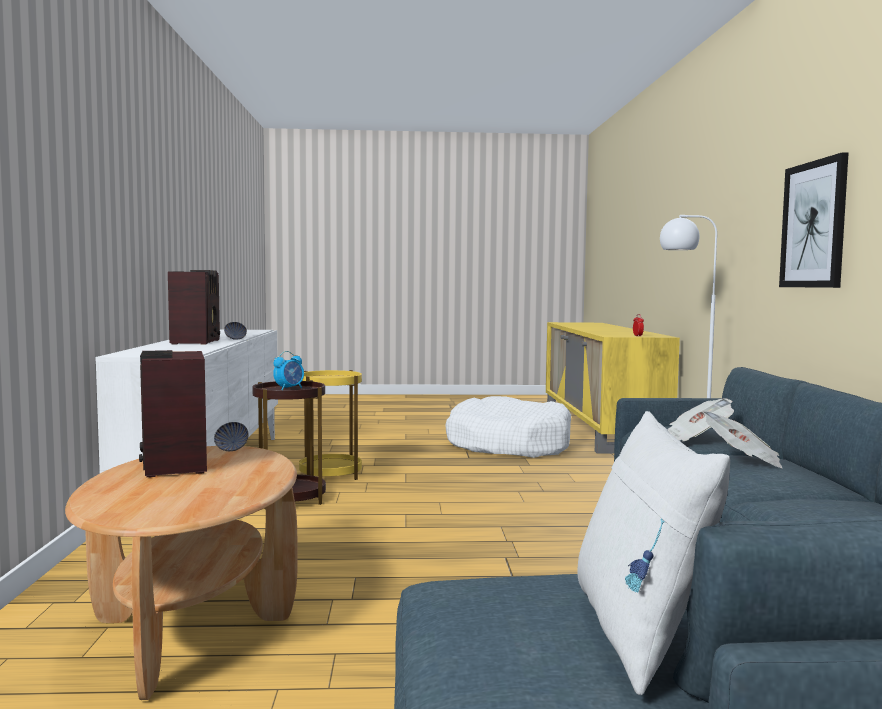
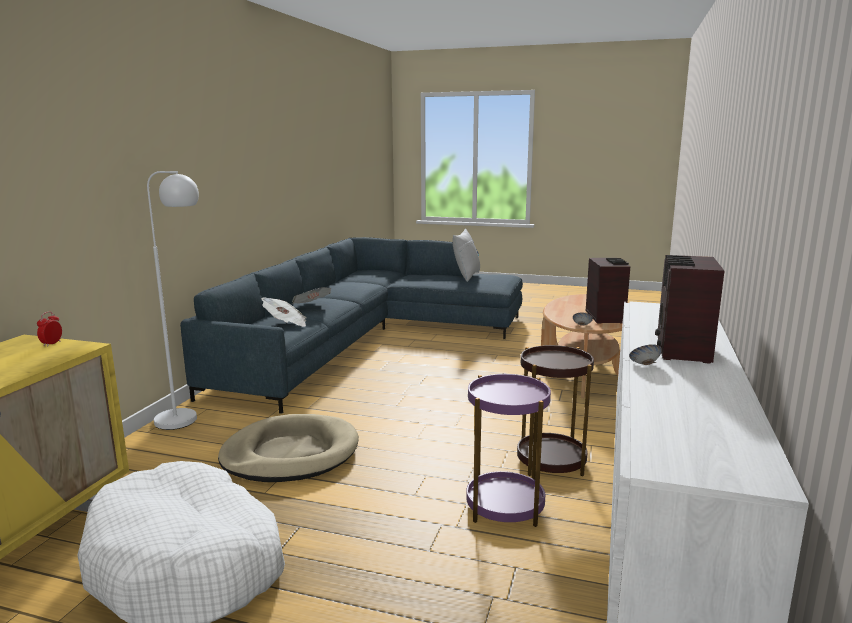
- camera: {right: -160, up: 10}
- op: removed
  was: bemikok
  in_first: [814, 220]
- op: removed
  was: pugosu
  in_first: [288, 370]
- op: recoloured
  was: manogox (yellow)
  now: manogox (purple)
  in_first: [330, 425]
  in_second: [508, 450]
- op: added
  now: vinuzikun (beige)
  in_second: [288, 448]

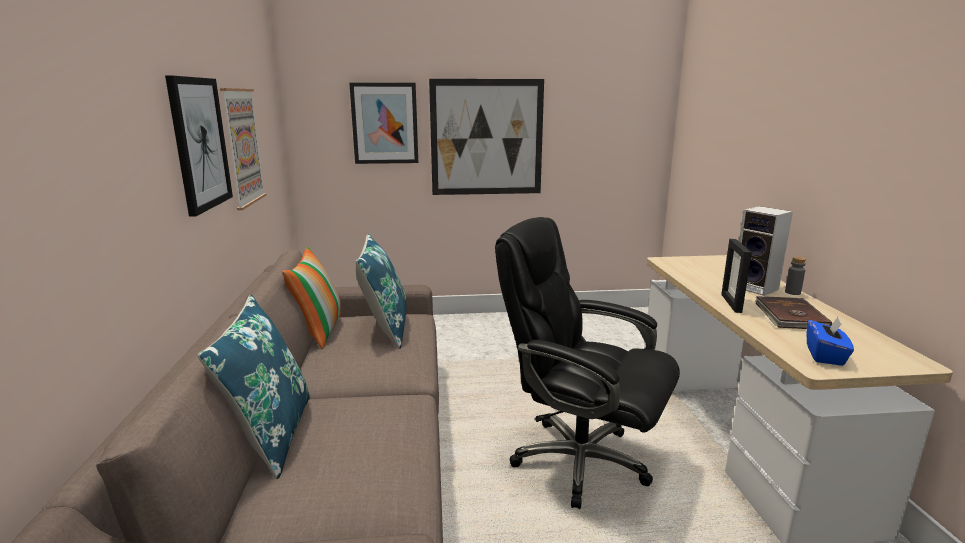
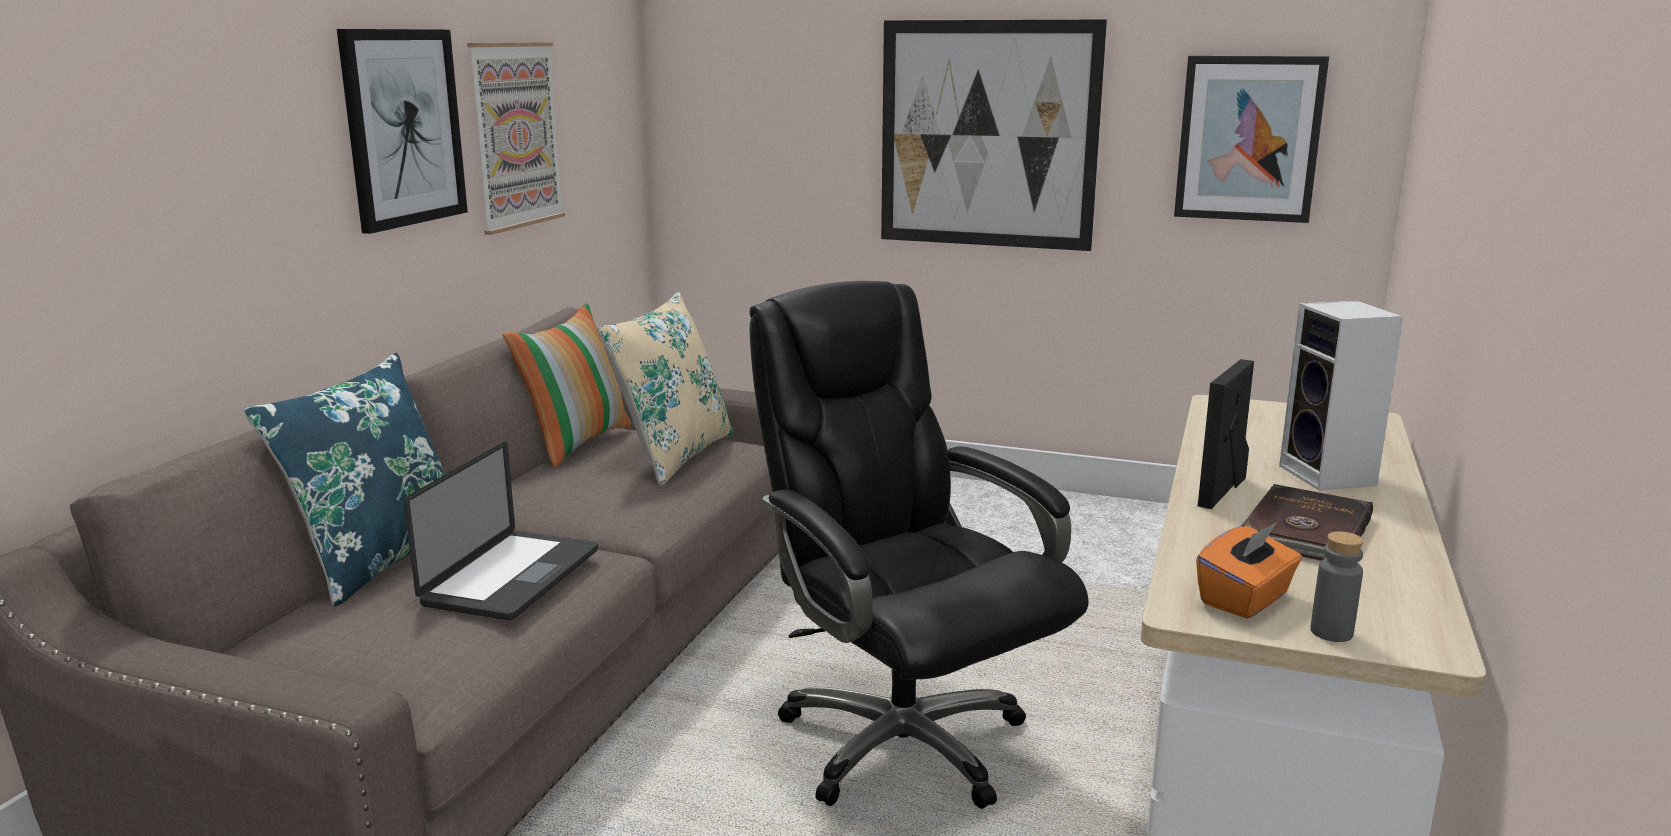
- camera: {right: 25, up: 0}
- op: moved
  was: bemikok
  in_first: [383, 123]
  in_second: [1251, 139]
- op: recoloured
  was: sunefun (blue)
  now: sunefun (beige)
  in_first: [381, 291]
  in_second: [665, 389]
- op: moved
  was: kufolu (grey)
  in_first: [795, 276]
  in_second: [1337, 586]
- op: recoloured
  was: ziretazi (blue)
  now: ziretazi (orange)
  in_first: [830, 341]
  in_second: [1249, 570]
- op: added
  now: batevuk
  in_second: [501, 531]

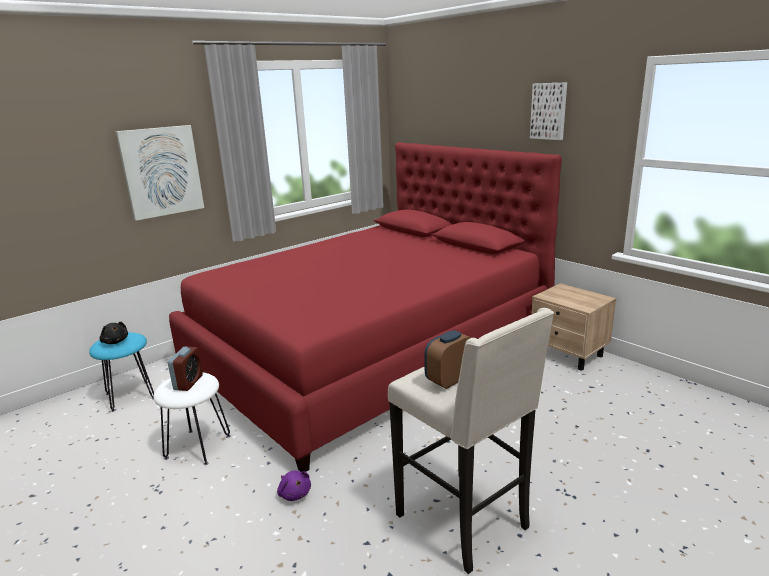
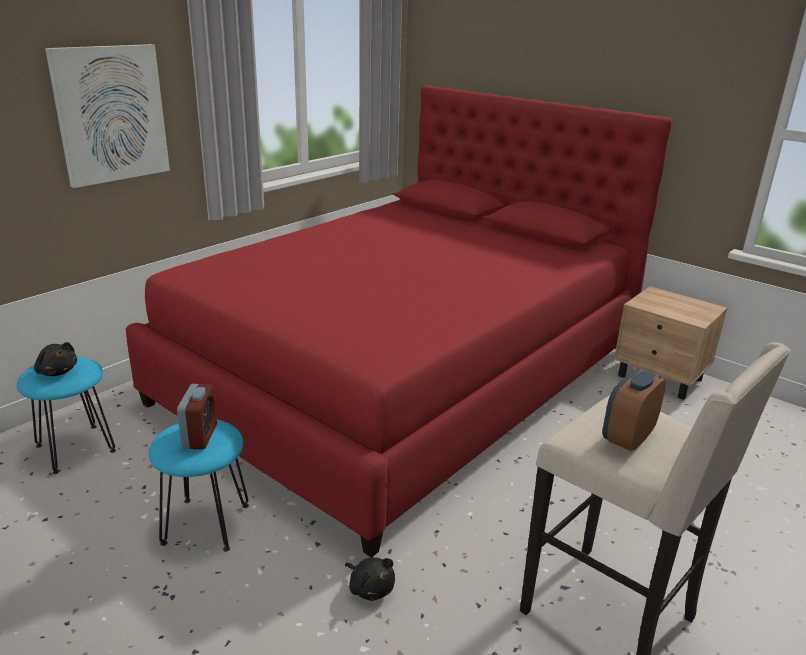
- camera: {right: -10, up: 5}
- op: removed
  was: bemikok
  in_first: [548, 111]
- op: recoloured
  was: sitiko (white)
  now: sitiko (turquoise)
  in_first: [192, 418]
  in_second: [199, 486]
- op: recoloured
  was: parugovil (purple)
  now: parugovil (black)
  in_first: [294, 486]
  in_second: [370, 579]

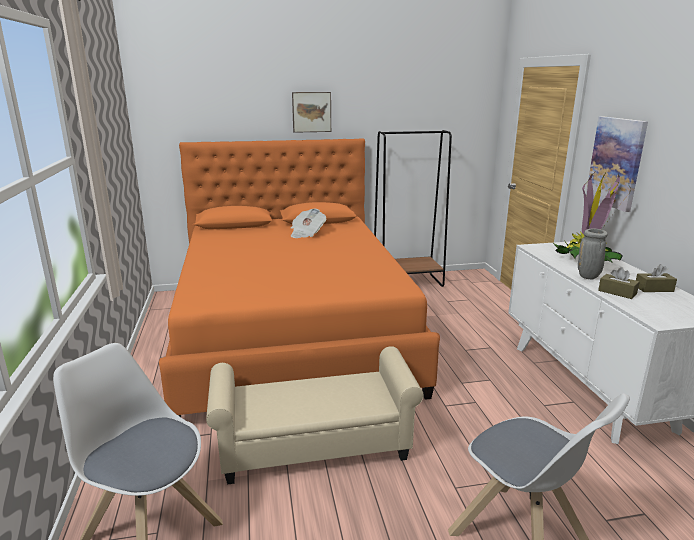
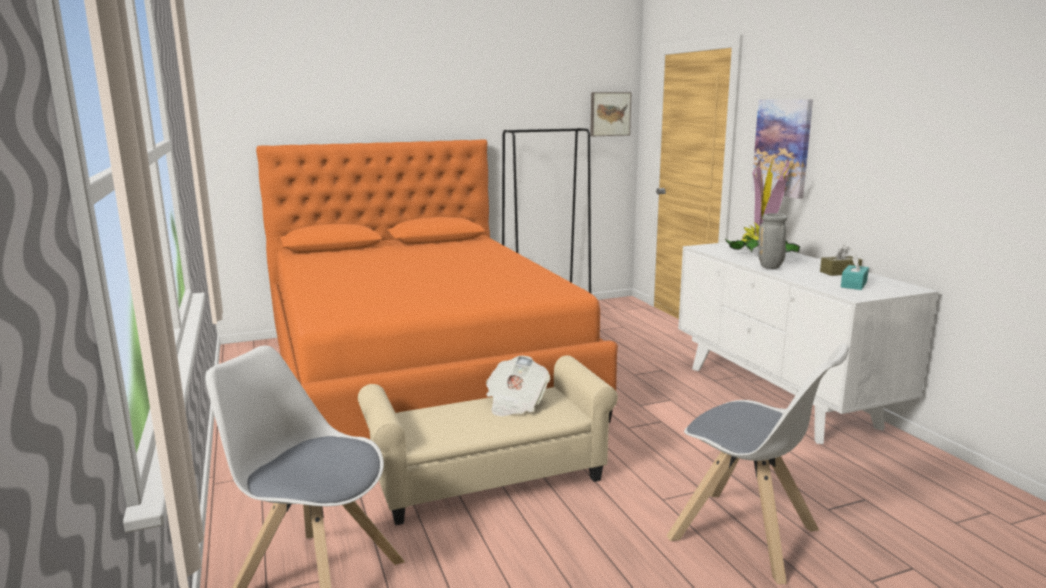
- camera: {right: -10, up: -5}
- op: moved
  was: bemikok
  in_first: [311, 112]
  in_second: [611, 114]
- op: moved
  was: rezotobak
  in_first: [308, 223]
  in_second: [518, 385]
- op: removed
  was: ziretazi (brown)
  in_first: [618, 283]
- op: added
  now: ziretazi (turquoise)
  in_second: [855, 272]

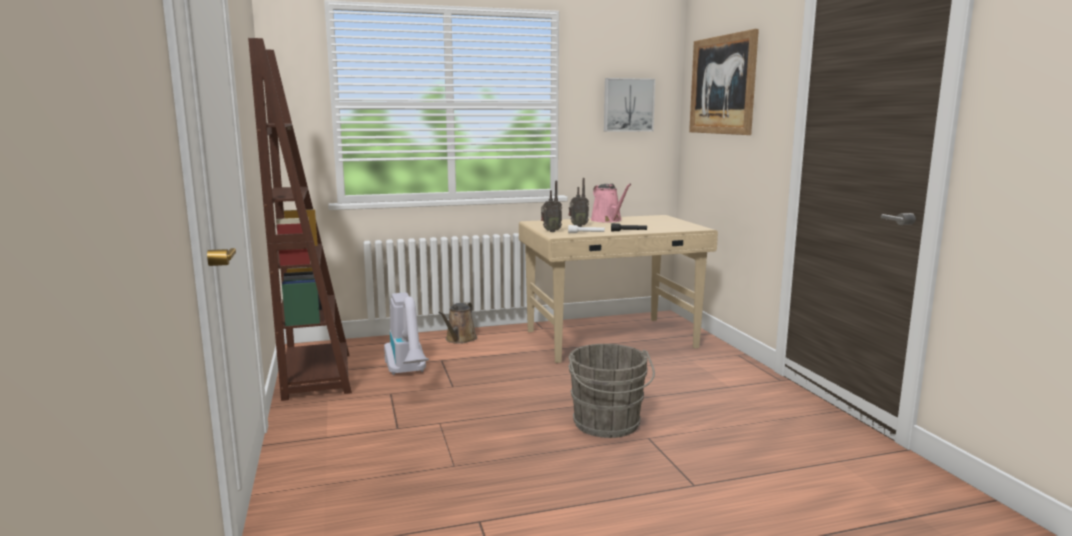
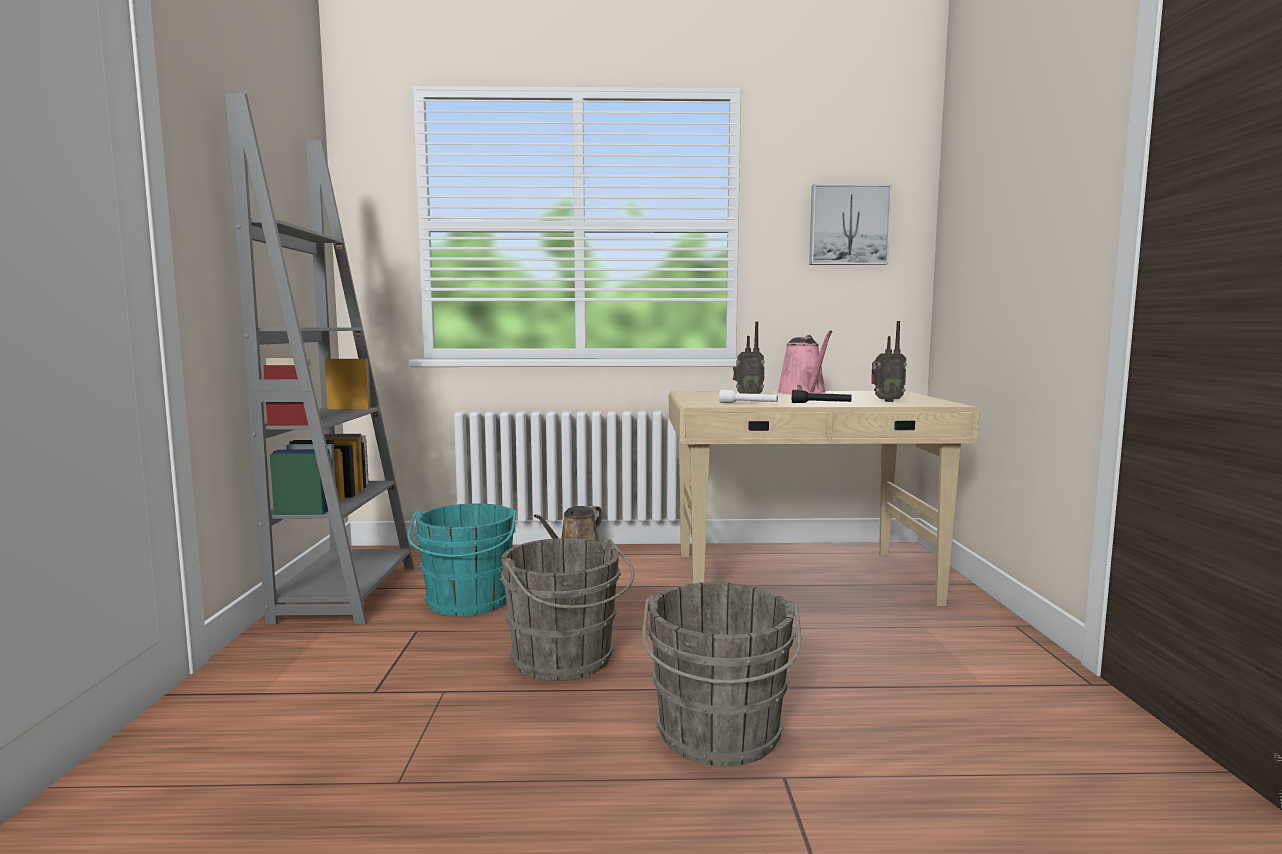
- camera: {right: 15, up: -5}
- op: removed
  was: bemikok
  in_first: [724, 82]
- op: recoloured
  was: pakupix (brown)
  now: pakupix (grey)
  in_first: [300, 219]
  in_second: [320, 359]
- op: moved
  was: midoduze
  in_first: [551, 206]
  in_second: [889, 361]
- op: replaced
  was: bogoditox
  now: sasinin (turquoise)
  in_first: [406, 334]
  in_second: [462, 559]
- op: added
  now: sasinin (grey)
  in_second: [567, 609]

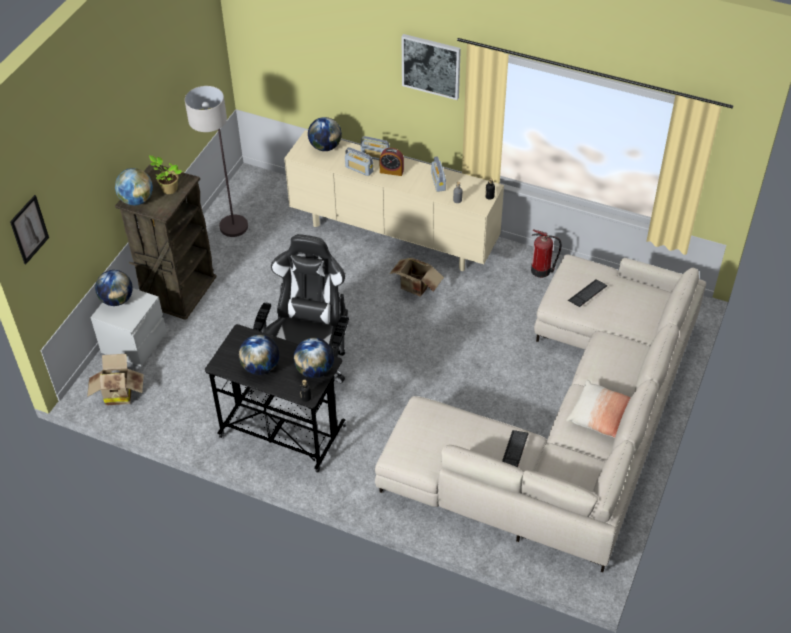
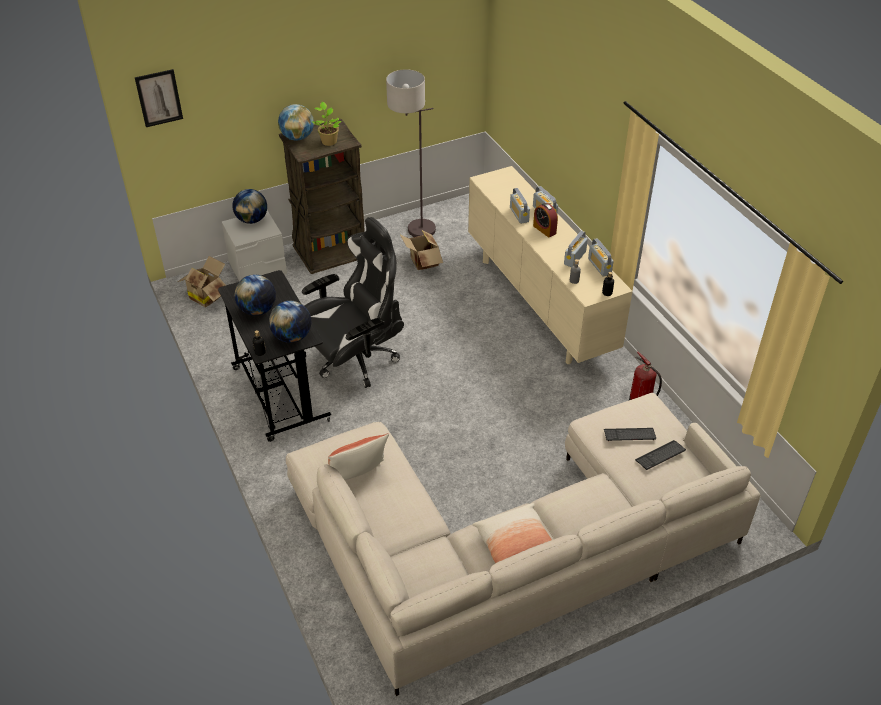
- camera: {right: 40, up: -5}
- op: removed
  was: bemikok
  in_first: [431, 67]
- op: removed
  was: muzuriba
  in_first: [325, 134]
- op: moved
  was: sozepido
  in_first: [416, 277]
  in_second: [421, 250]
- op: moved
  was: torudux
  in_first: [515, 448]
  in_second: [660, 455]
- op: added
  now: midoduze
  in_second: [601, 257]
- op: added
  now: sunefun
  in_second: [358, 457]

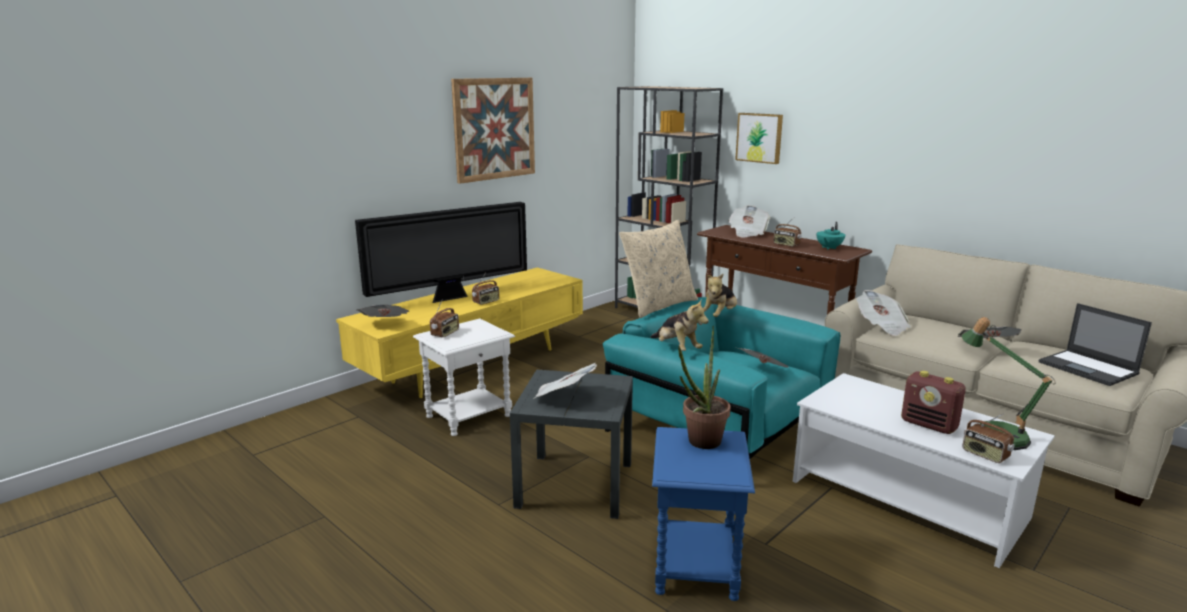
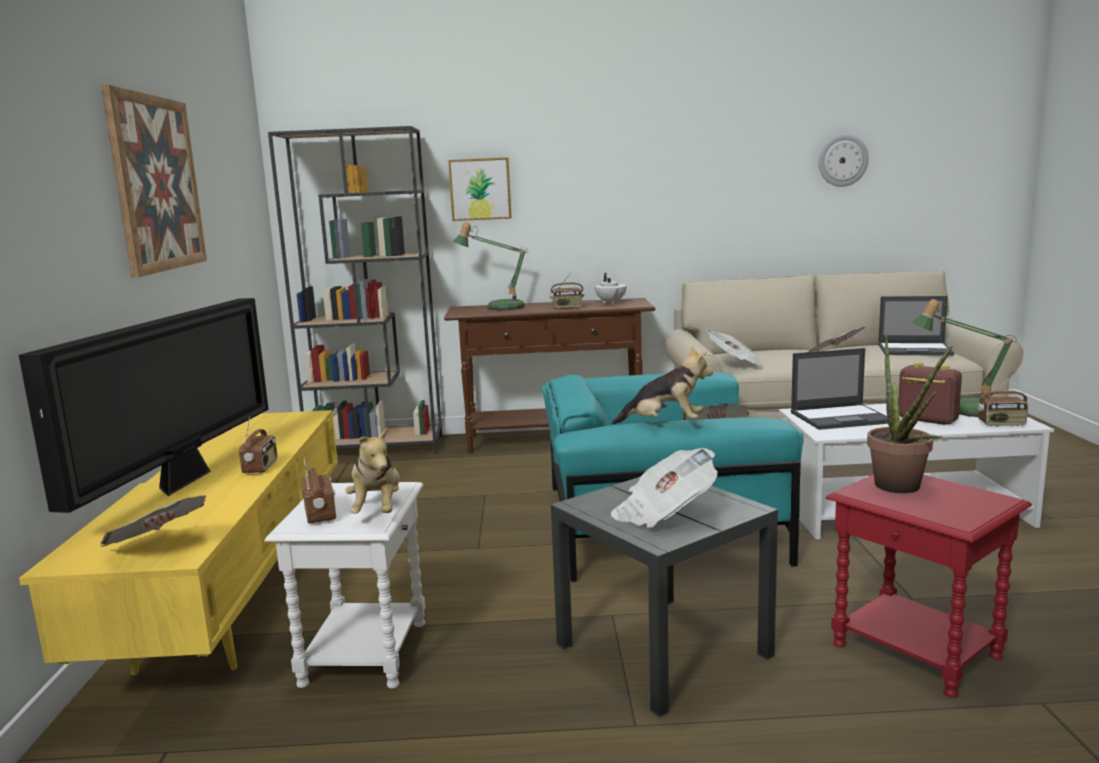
- camera: {right: -45, up: -5}
- op: replaced
  was: rezotobak
  now: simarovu
  in_first: [749, 221]
  in_second: [490, 266]
- op: removed
  was: sunefun (beige)
  in_first: [658, 269]
- op: recoloured
  was: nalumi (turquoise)
  now: nalumi (white)
  in_first: [831, 236]
  in_second: [611, 288]
- op: moved
  was: parugovil
  in_first: [720, 295]
  in_second: [372, 471]
- op: turned
  was: midoduze
  in_first: [933, 402]
  in_second: [930, 393]
  clockwise: -135
- op: recoloured
  was: manogox (blue)
  now: manogox (red)
  in_first: [703, 514]
  in_second: [928, 586]
- op: added
  now: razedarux
  in_second: [843, 161]
- op: added
  now: batevuk
  in_second: [839, 389]

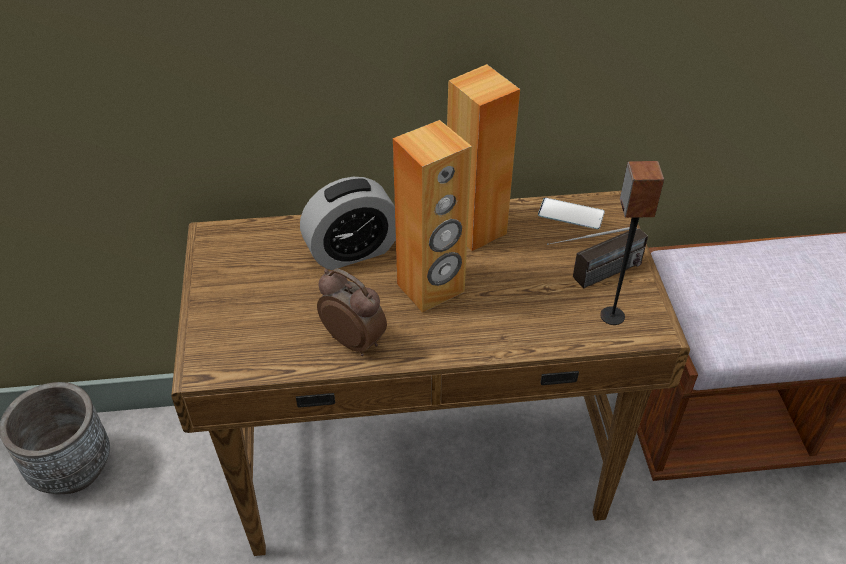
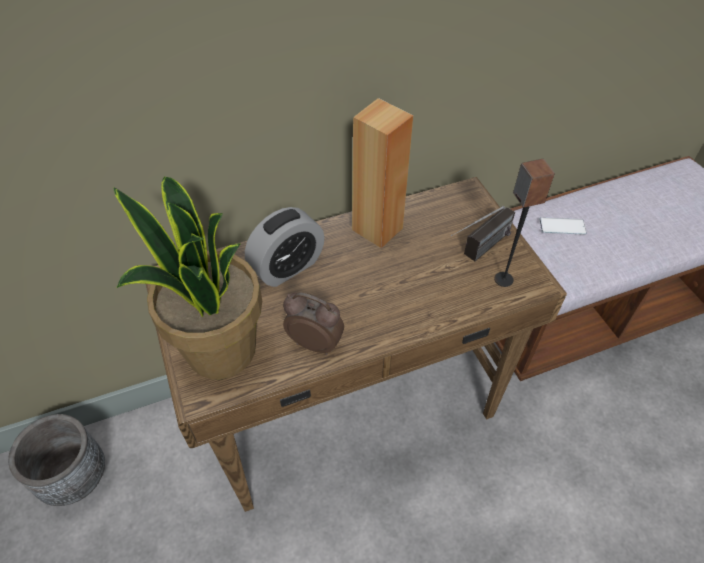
- camera: {right: -15, up: 5}
- op: removed
  was: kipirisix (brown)
  in_first: [432, 216]
- op: moved
  was: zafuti
  in_first: [571, 213]
  in_second: [563, 226]
- op: added
  now: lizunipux
  in_second: [187, 278]

